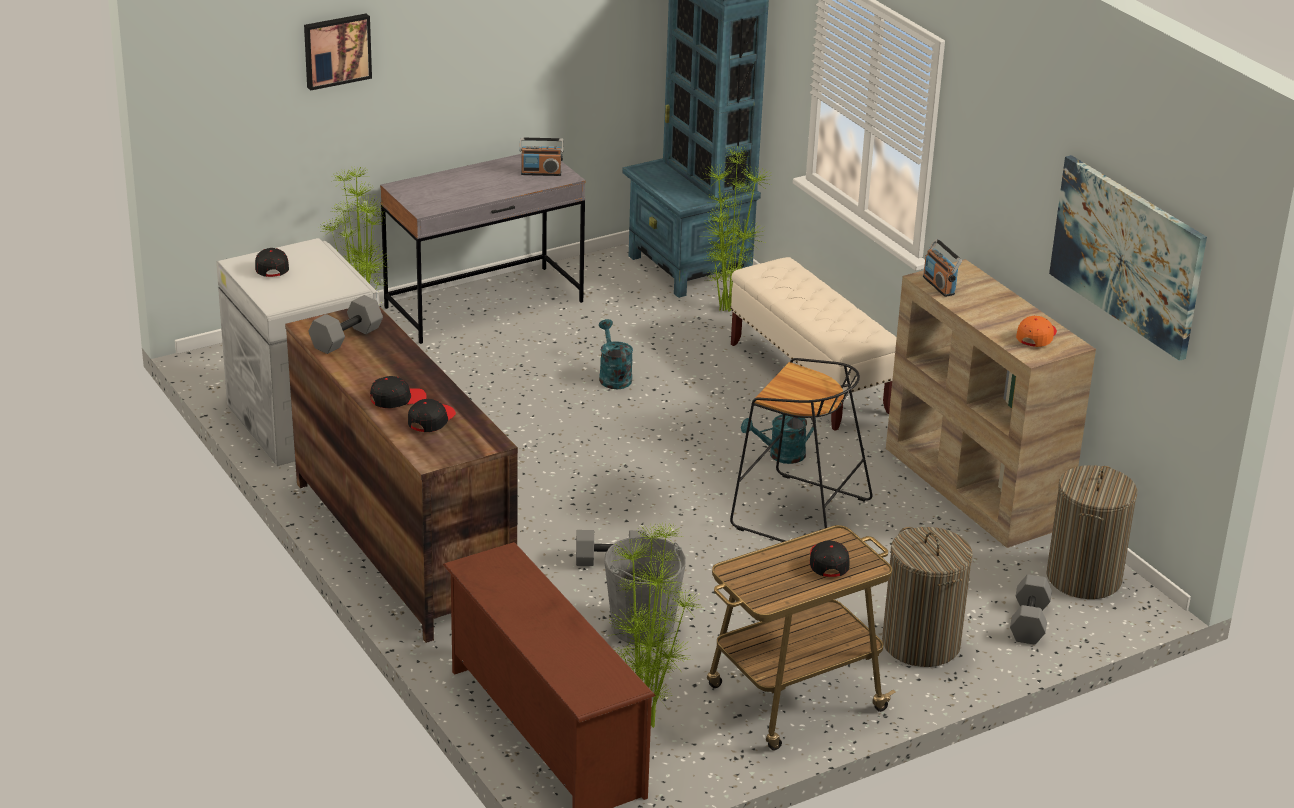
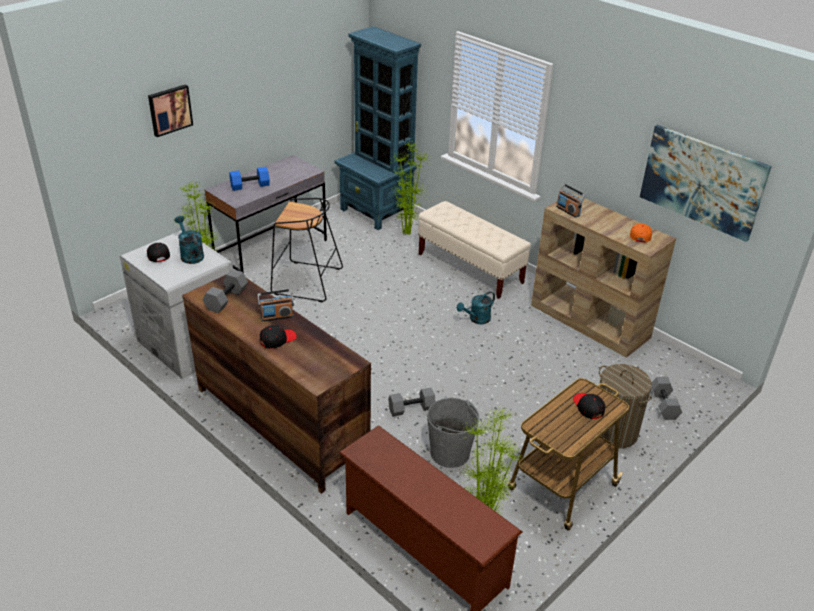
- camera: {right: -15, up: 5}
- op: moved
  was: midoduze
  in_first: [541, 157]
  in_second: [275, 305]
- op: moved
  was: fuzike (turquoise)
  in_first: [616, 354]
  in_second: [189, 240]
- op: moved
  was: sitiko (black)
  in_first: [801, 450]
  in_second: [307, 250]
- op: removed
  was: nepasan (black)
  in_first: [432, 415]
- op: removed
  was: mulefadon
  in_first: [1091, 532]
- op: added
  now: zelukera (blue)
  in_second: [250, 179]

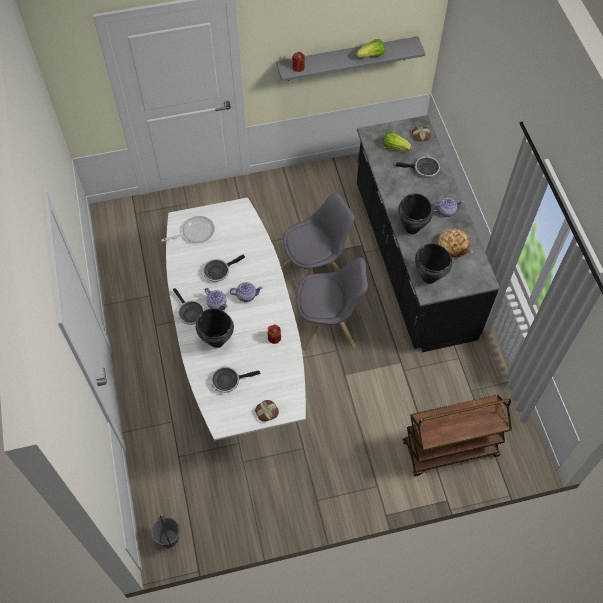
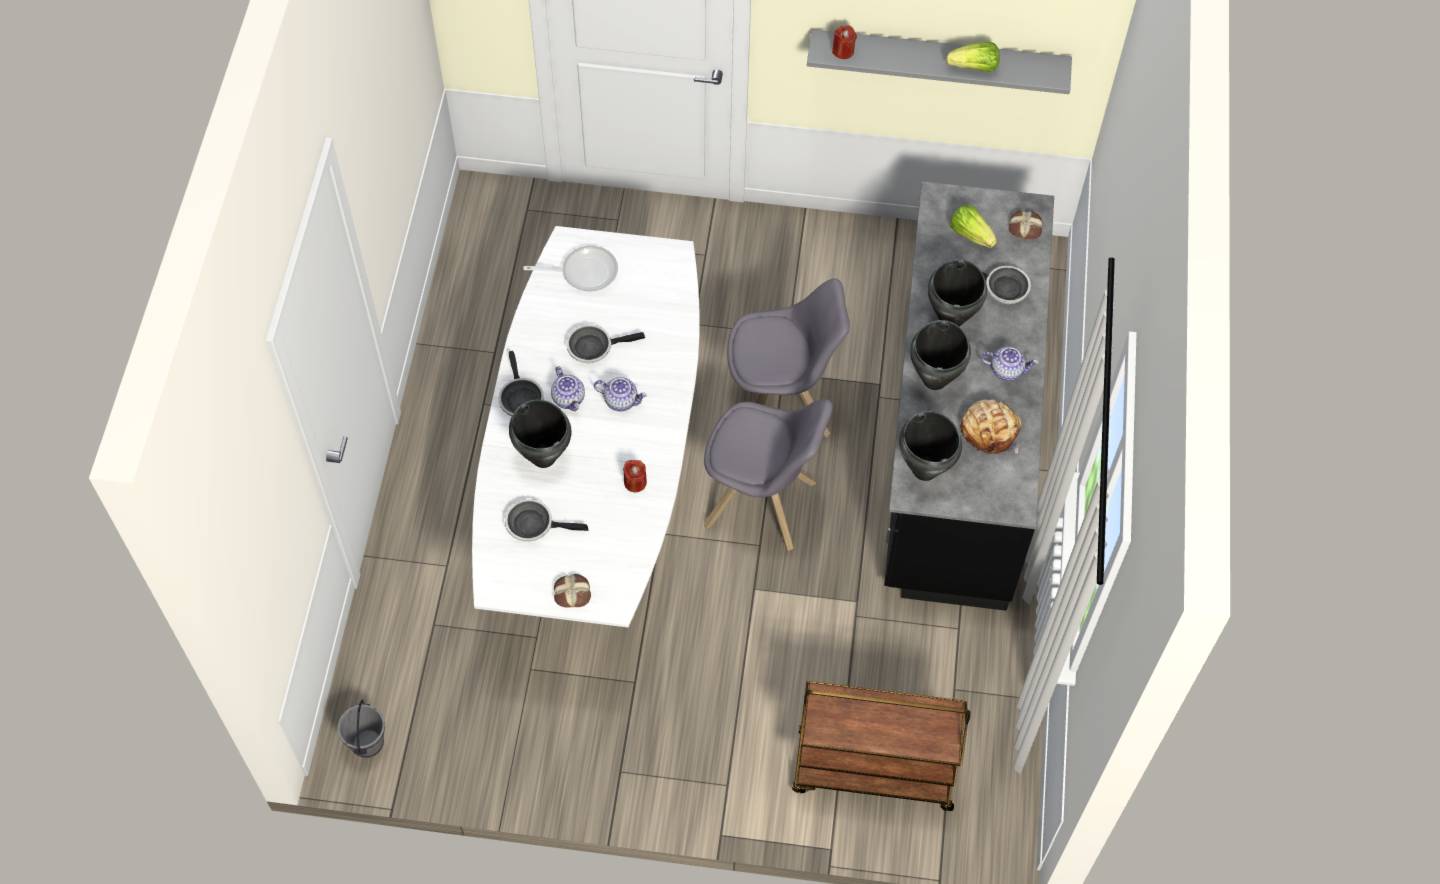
- camera: {right: 20, up: 0}
- op: added
  now: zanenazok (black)
  in_second: [957, 293]

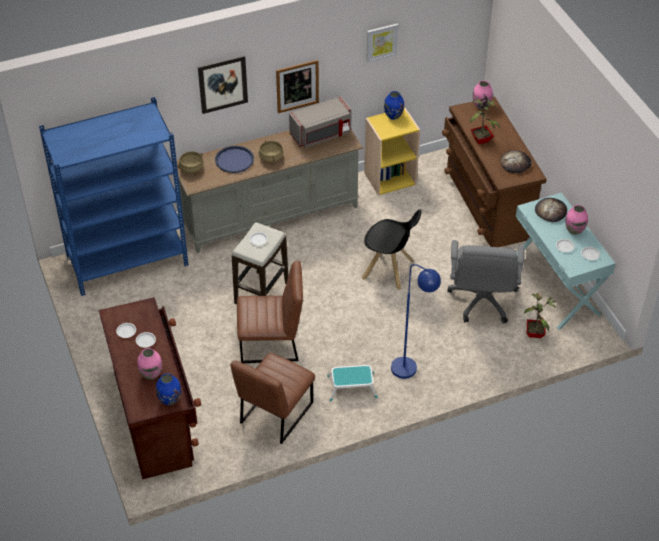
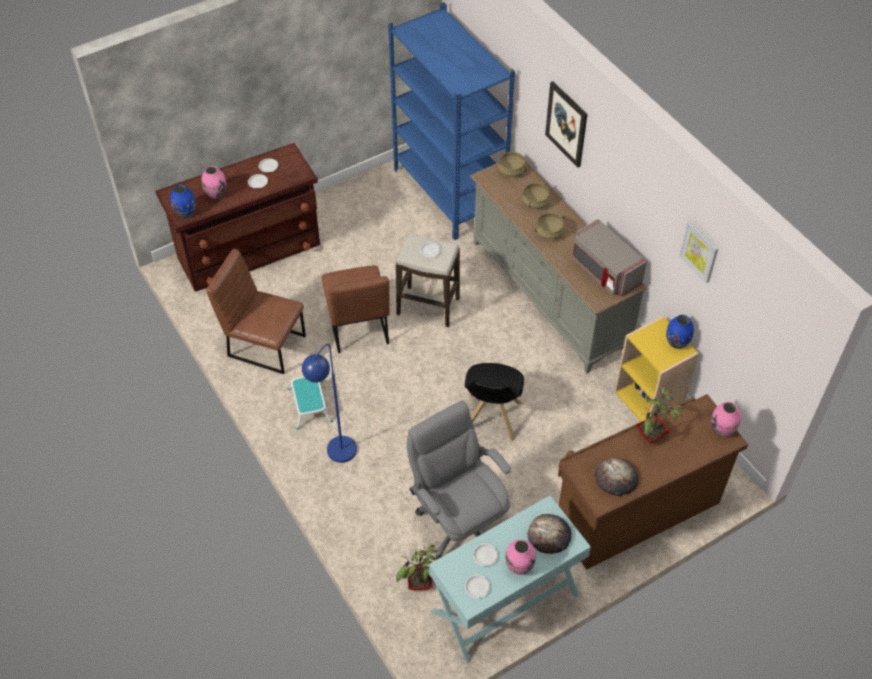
- camera: {right: 80, up: 5}
- op: removed
  was: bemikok
  in_first: [297, 86]
- op: replaced
  was: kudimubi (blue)
  now: zanenazok (beige)
  in_first: [234, 159]
  in_second: [536, 196]
- op: turned
  was: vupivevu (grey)
  in_first: [486, 282]
  in_second: [459, 480]
  clockwise: 60

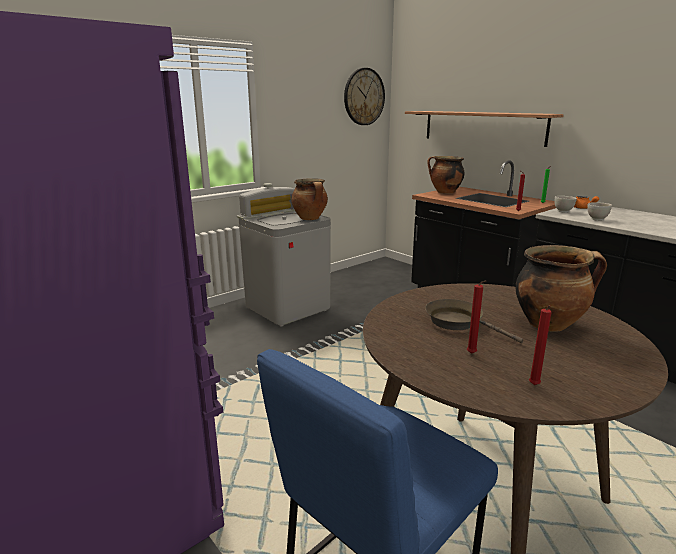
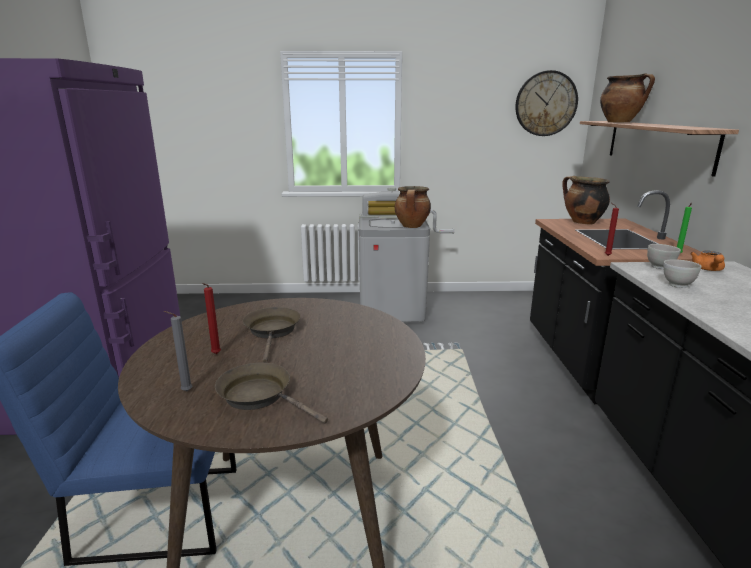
- camera: {right: 40, up: 0}
- op: moved
  was: zanenazok
  in_first: [561, 288]
  in_second: [627, 98]
- op: recoloured
  was: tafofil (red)
  now: tafofil (grey)
  in_first: [540, 345]
  in_second: [178, 351]
- op: added
  now: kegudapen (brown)
  in_second: [271, 393]

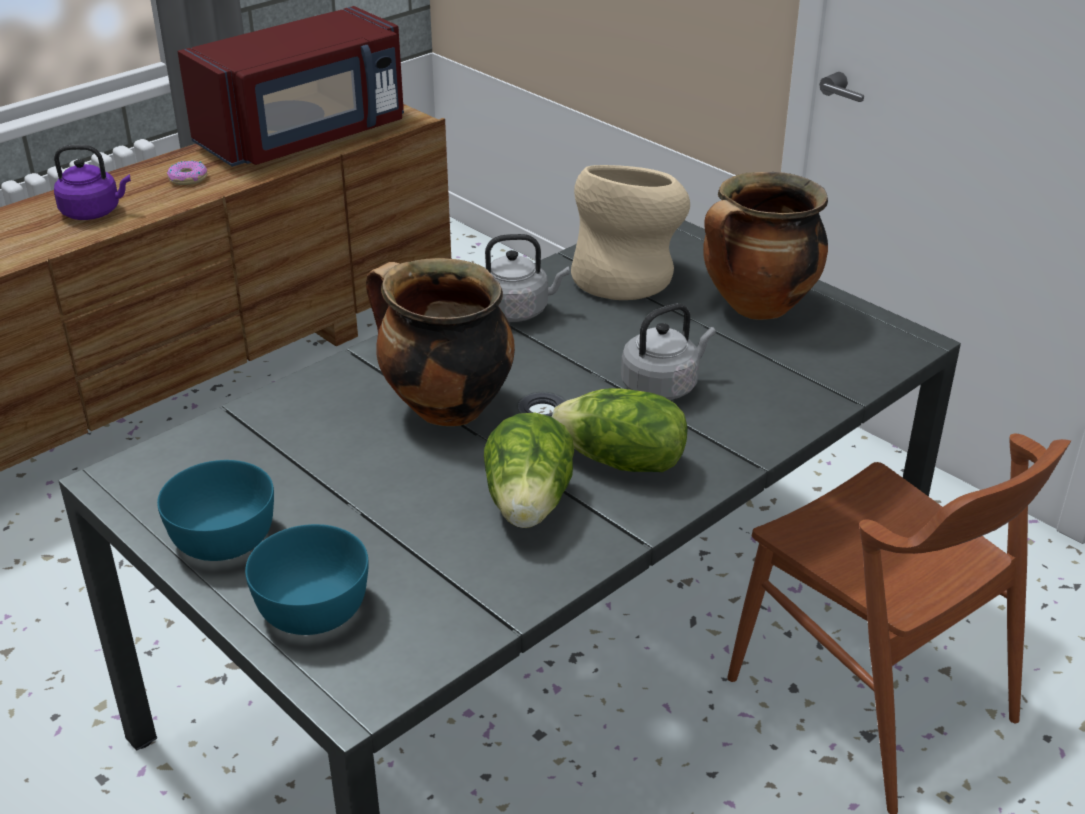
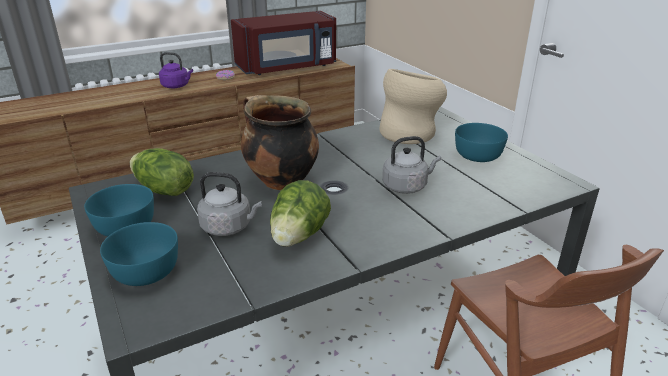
- camera: {right: 15, up: -5}
- op: replaced
  was: zanenazok
  now: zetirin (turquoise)
  in_first: [765, 246]
  in_second: [481, 142]
- op: moved
  was: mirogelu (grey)
  in_first: [527, 278]
  in_second: [229, 204]
- op: moved
  was: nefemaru
  in_first: [620, 430]
  in_second: [162, 172]

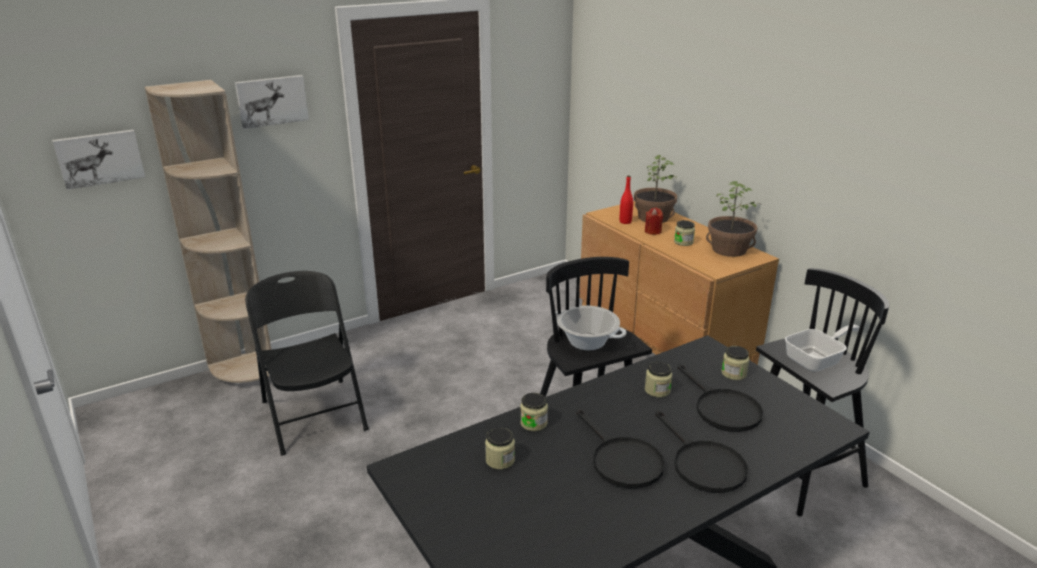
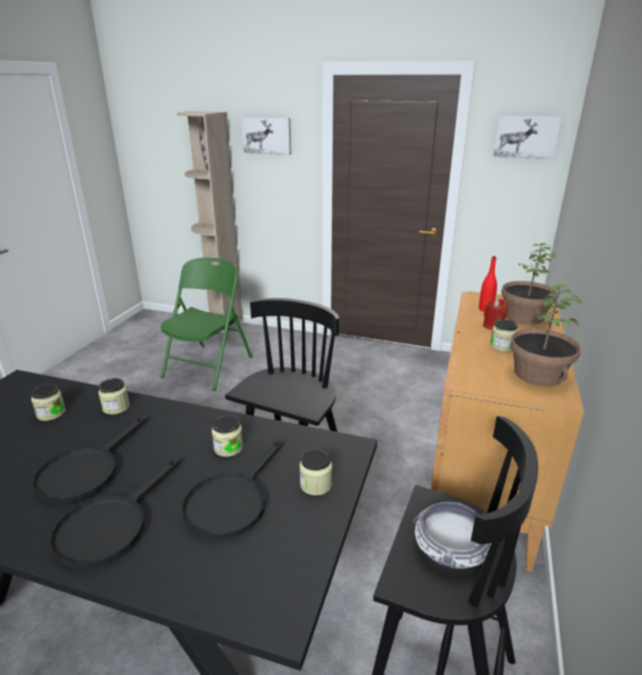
- camera: {right: 50, up: 0}
- op: moved
  was: bemikok
  in_first: [98, 160]
  in_second: [527, 137]
- op: recoloured
  was: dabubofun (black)
  now: dabubofun (green)
  in_first: [307, 363]
  in_second: [207, 324]
- op: removed
  was: zanenazok
  in_first: [589, 327]
- op: replaced
  was: kegudapen
  now: zetirin
  in_first: [822, 348]
  in_second: [452, 535]

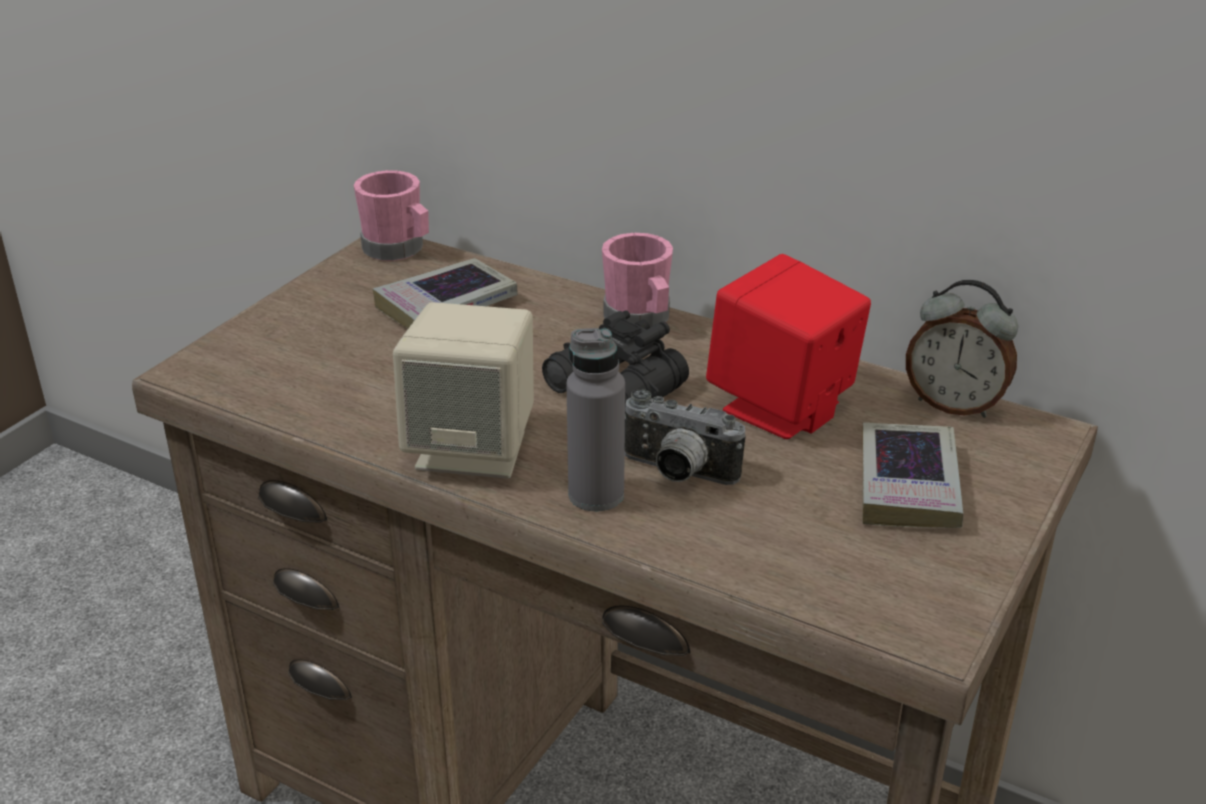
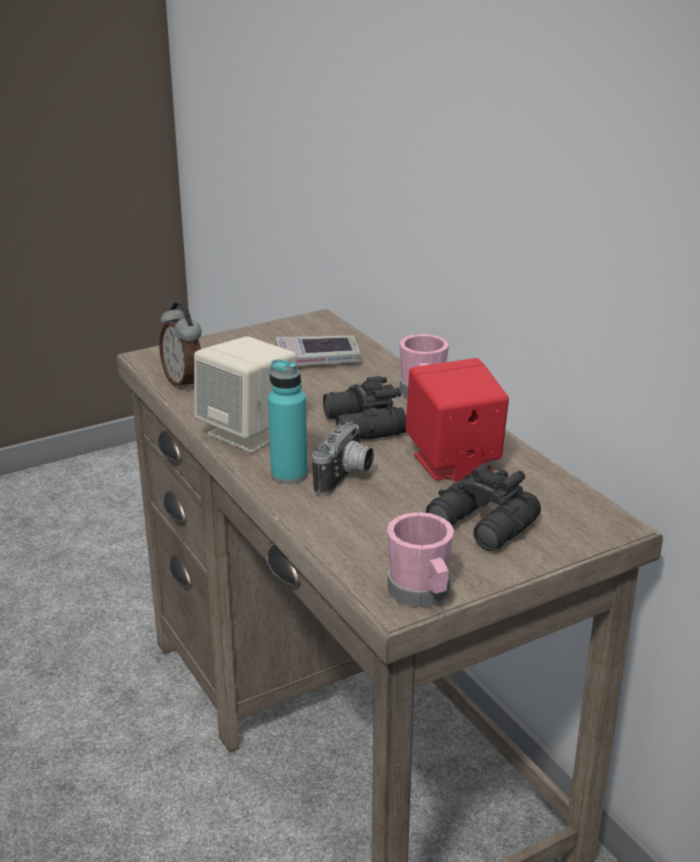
- camera: {right: 30, up: -5}
- op: moved
  was: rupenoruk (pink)
  in_first: [391, 215]
  in_second: [420, 559]
- op: moved
  was: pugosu
  in_first: [962, 349]
  in_second: [180, 346]
- op: recoloured
  was: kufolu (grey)
  now: kufolu (turquoise)
  in_first: [595, 419]
  in_second: [288, 421]
- op: turned
  was: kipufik
  in_first: [685, 437]
  in_second: [343, 457]
  clockwise: -120
- op: replaced
  was: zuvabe
  now: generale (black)
  in_first: [913, 475]
  in_second: [483, 507]

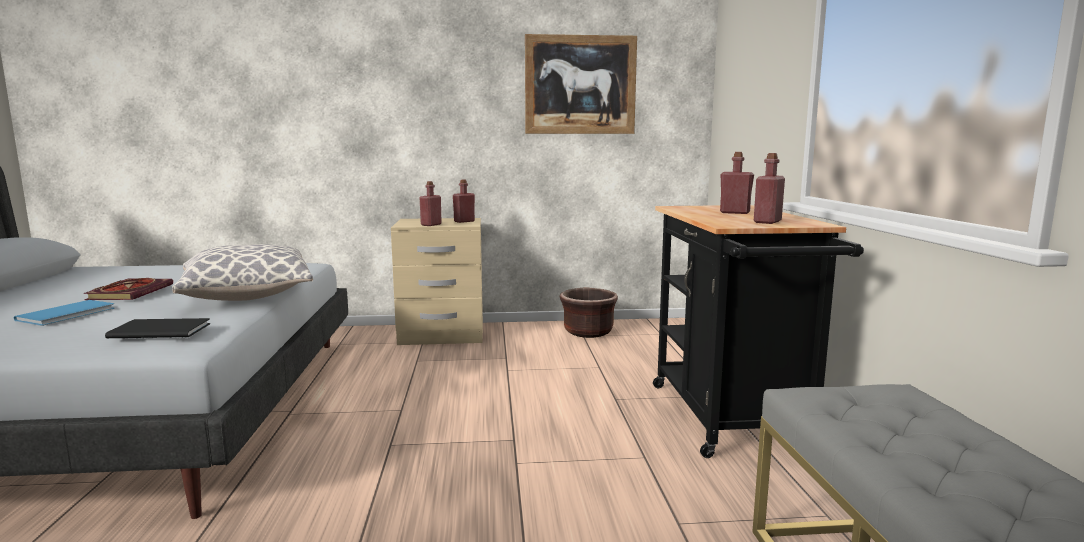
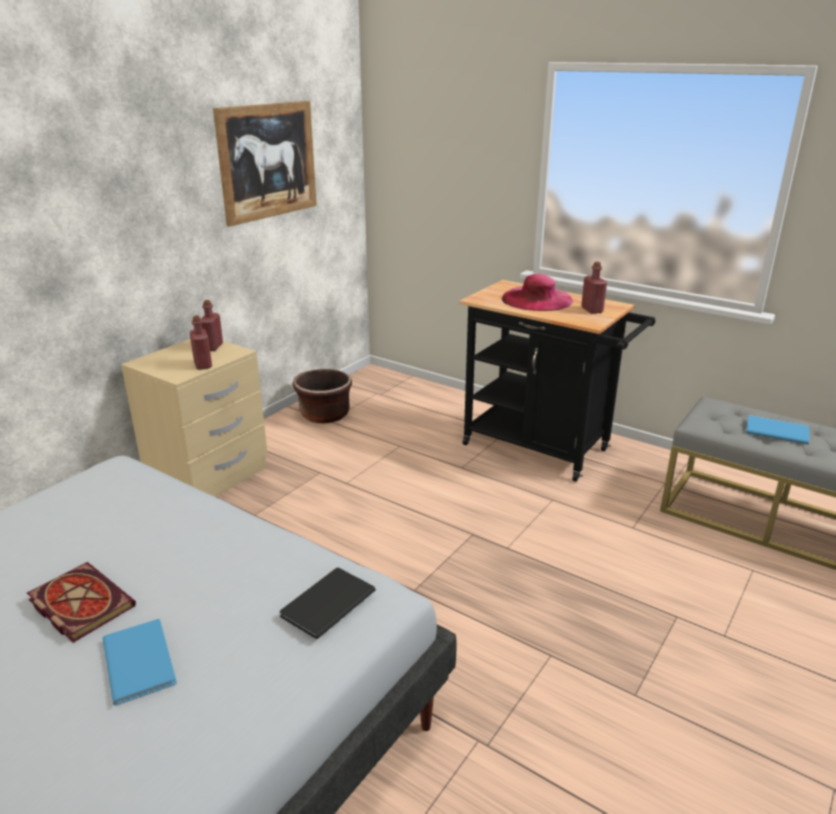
- camera: {right: -50, up: 15}
- op: replaced
  was: kufolu (red)
  now: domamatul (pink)
  in_first: [737, 183]
  in_second: [537, 292]
- op: removed
  was: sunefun
  in_first: [242, 272]
- op: added
  now: zuvabe (blue)
  in_second: [777, 429]

